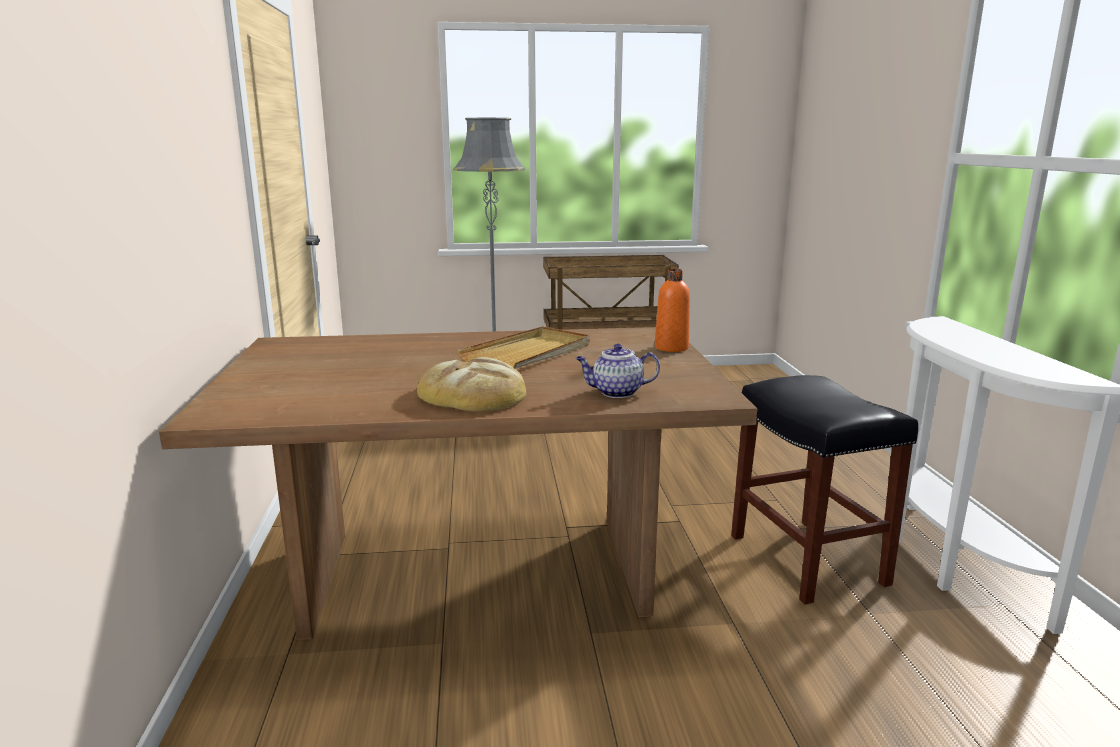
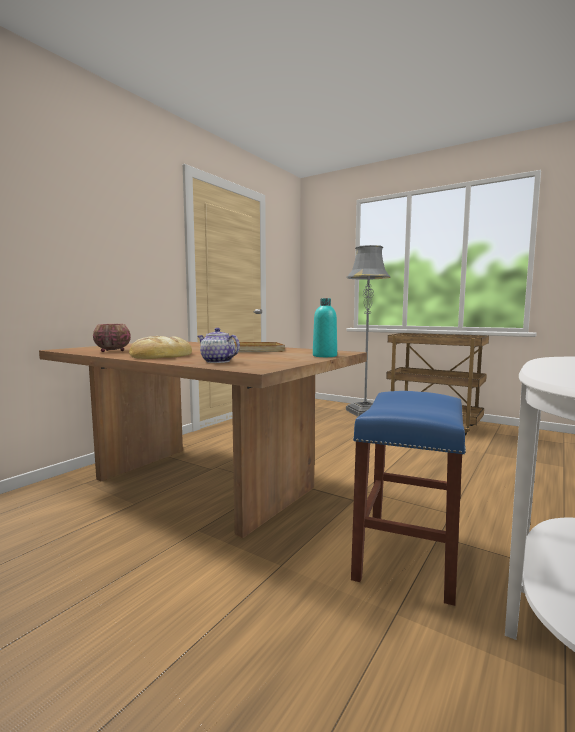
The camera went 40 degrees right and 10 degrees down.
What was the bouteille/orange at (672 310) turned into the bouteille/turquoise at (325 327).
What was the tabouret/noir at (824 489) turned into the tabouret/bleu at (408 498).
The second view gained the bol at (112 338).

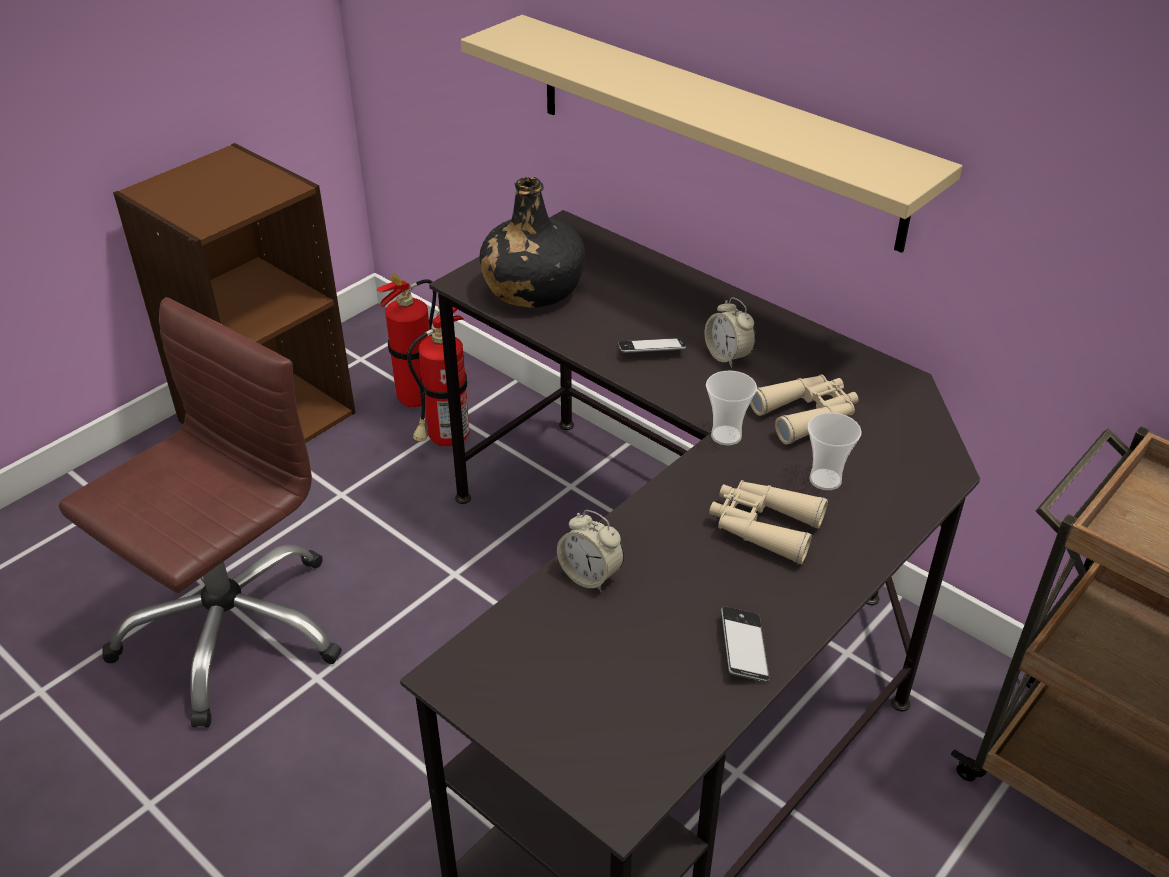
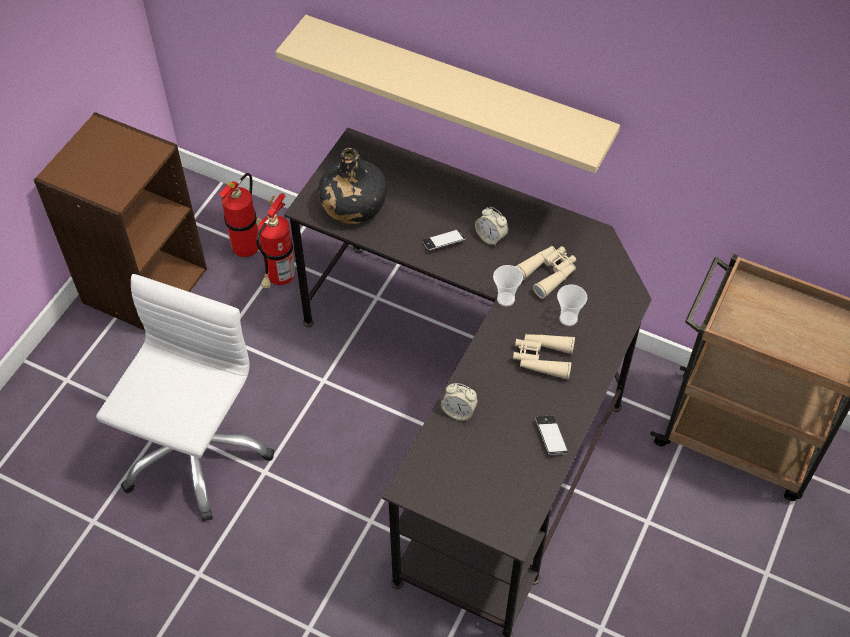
The camera went 15 degrees left and 15 degrees up.
What was the chaise de bureau/marron at (200 512) turned into the chaise de bureau/blanc at (185 398).

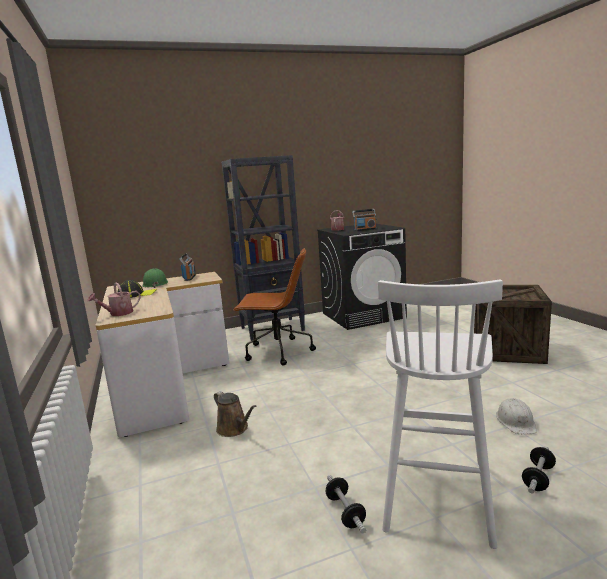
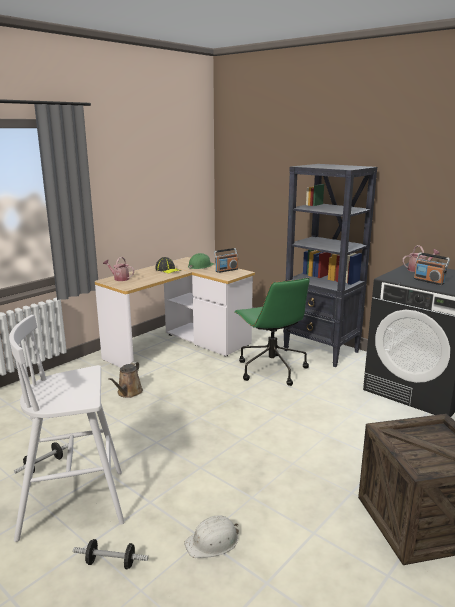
The camera went 60 degrees right and 5 degrees up.
What was the chaise de bureau/marron at (274 306) turned into the chaise de bureau/vert at (272 332).

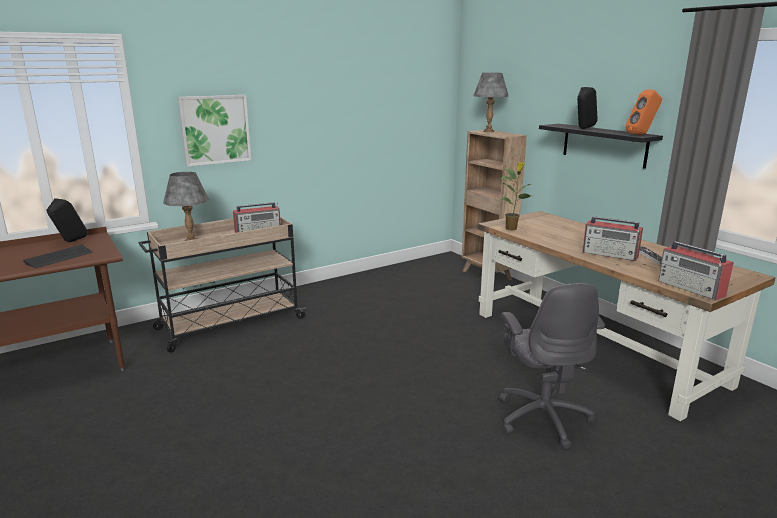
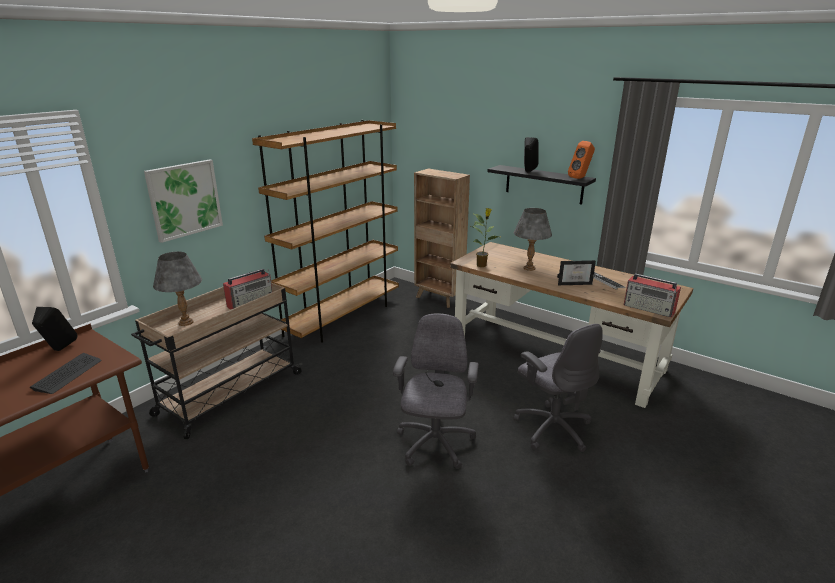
The camera went 20 degrees left and 5 degrees up.
The lampe de table/gris ended up elsewhere, having gone from (490 102) to (533 239).
Where the radio stood at (612 238), the cadre photo came to stand at (576 272).
The second view gained the bibliothèque/marron at (325 231).
The second view gained the chaise de bureau/gris at (436 391).

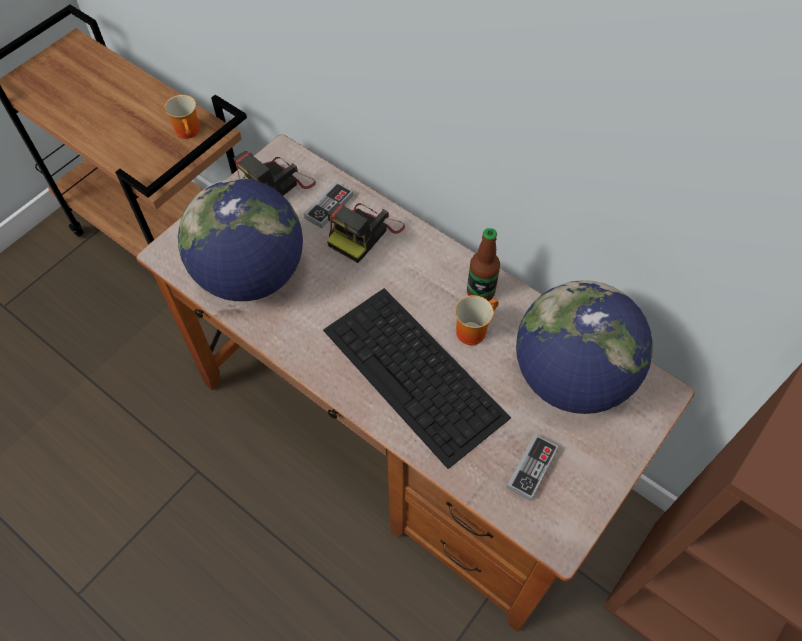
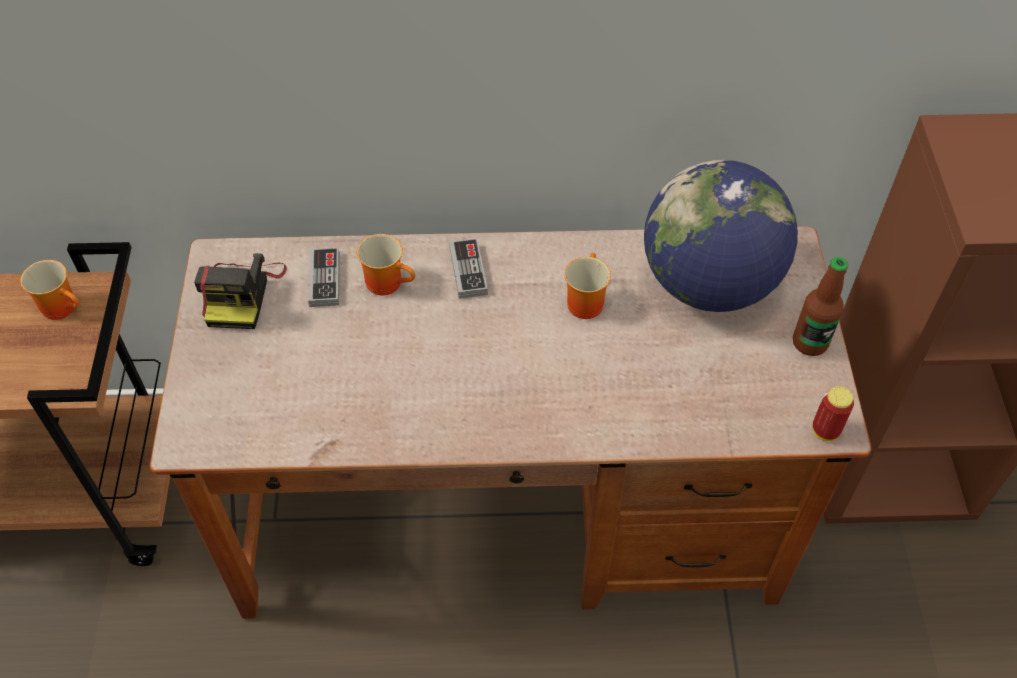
The camera went 40 degrees left and 5 degrees down.
The second view lost the globe at (240 239).
Where the appareil photo stood at (366 233), the mug came to stand at (386 264).
The bouteille ended up elsewhere, having gone from (483 264) to (820 306).
The second view lost the clavier at (417 378).
The manette ended up elsewhere, having gone from (532 467) to (468 268).
The second view gained the boîte métallique at (833 413).

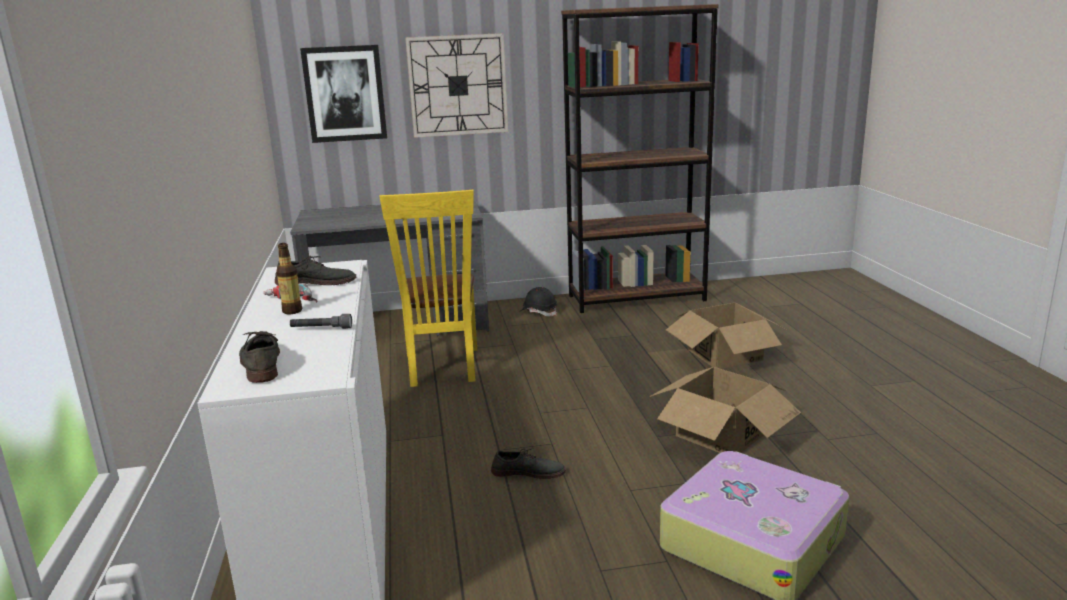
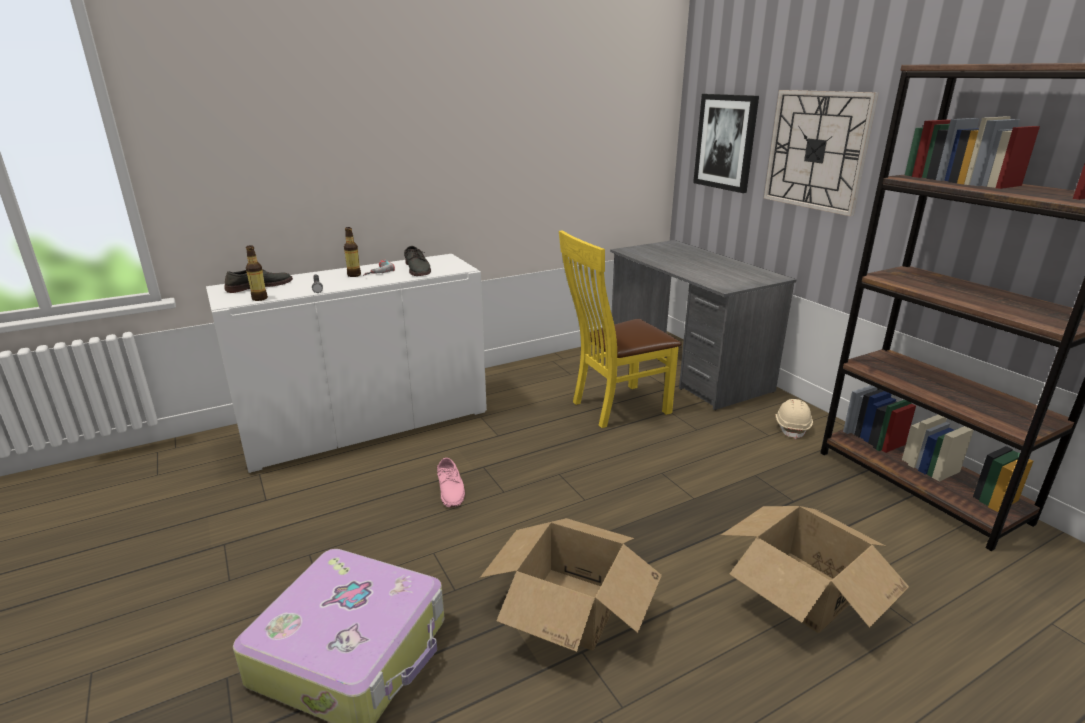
The camera went 70 degrees right and 5 degrees up.
What was the casque de chantier/noir at (539 302) turned into the casque de chantier/beige at (794 419).
What was the chaussure/gris at (528 463) turned into the chaussure/rose at (451 482).
The second view gained the bouteille at (257 273).

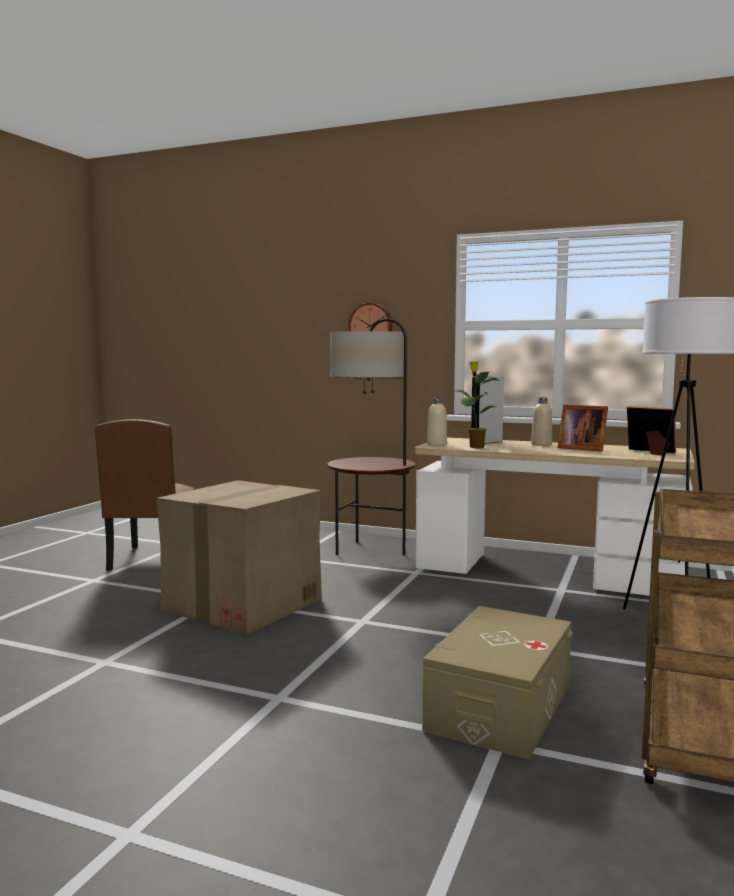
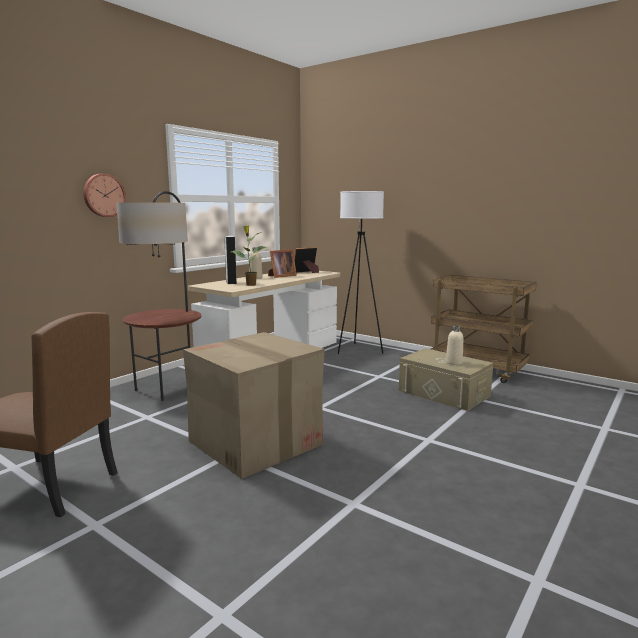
The camera went 75 degrees left and 5 degrees up.
The bouteille/beige ended up elsewhere, having gone from (437 421) to (454 345).

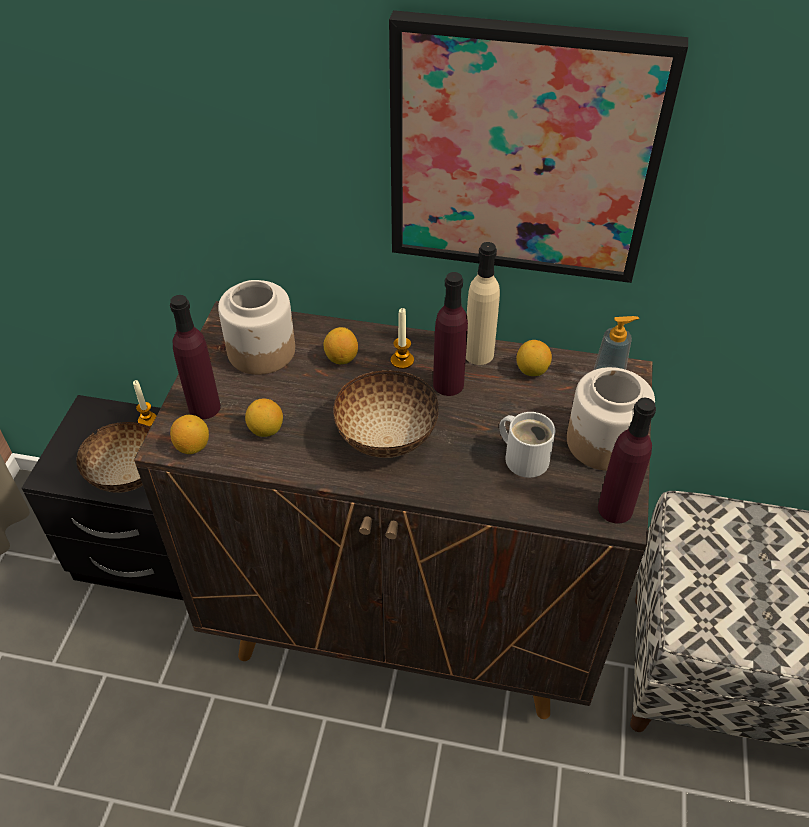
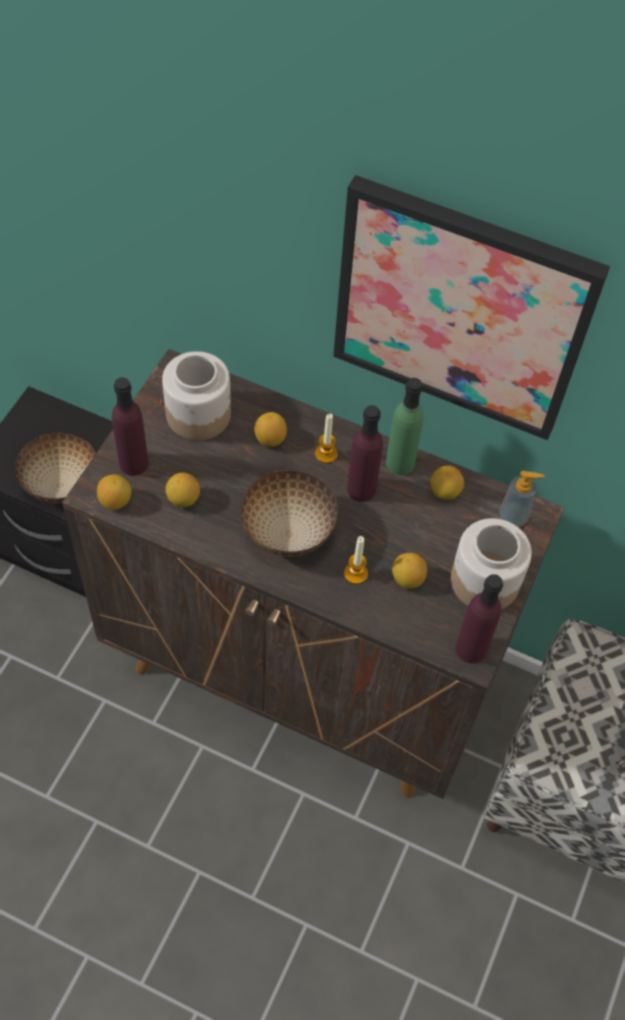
The camera went 10 degrees right and 10 degrees up.
What was the bouteille/beige at (483 303) turned into the bouteille/vert at (404 426).
The bougie ended up elsewhere, having gone from (145 403) to (356 560).
Where the mug/blanc stood at (527 445), the citron came to stand at (409 571).

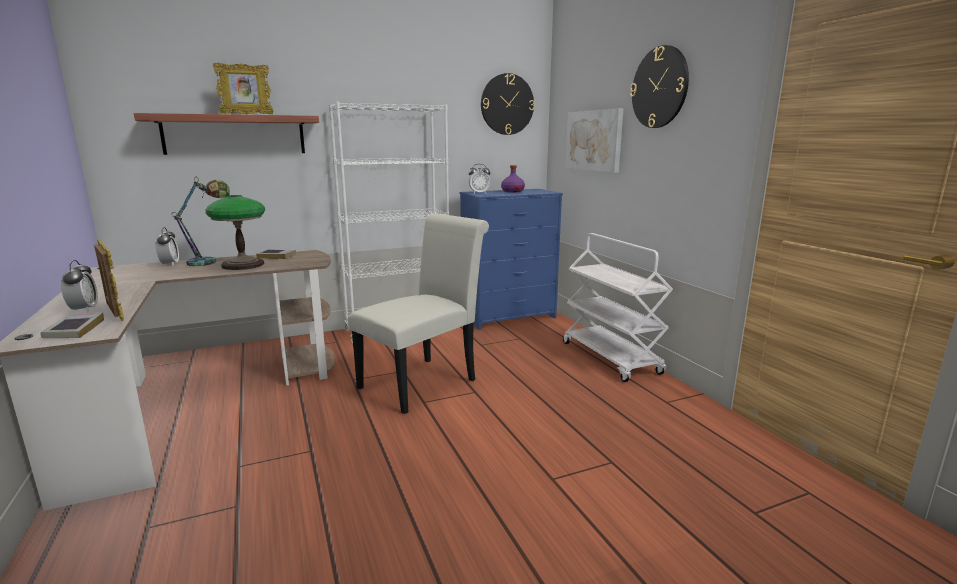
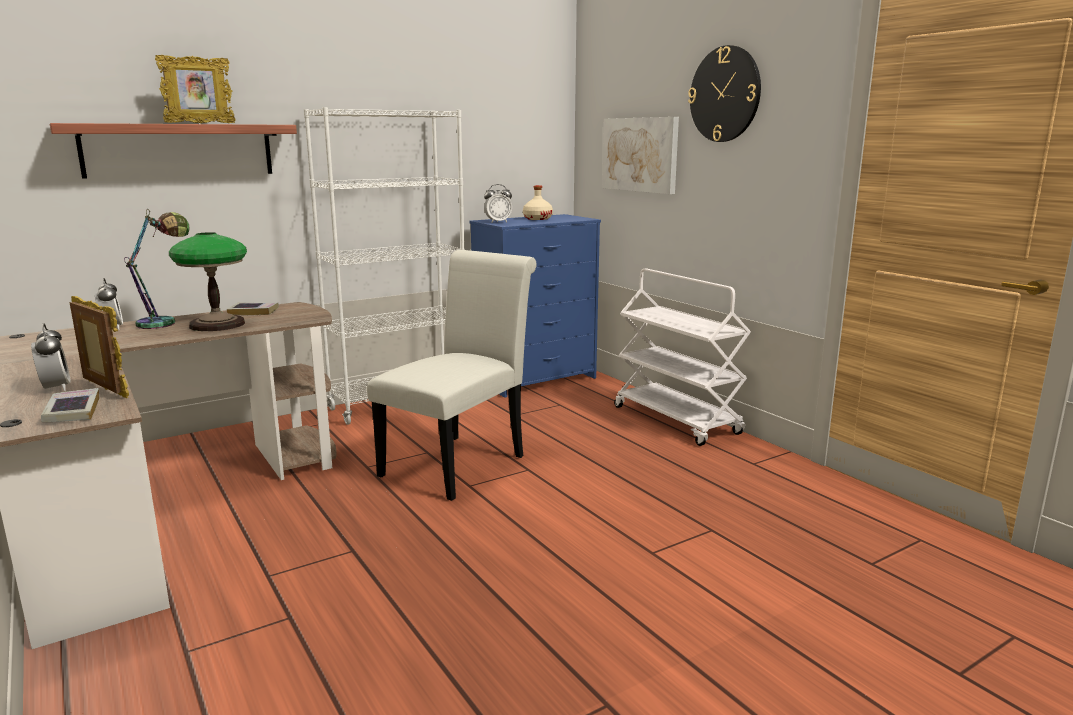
The camera went 10 degrees left and 0 degrees up.
The second view lost the horloge murale at (507 104).
What was the bouteille/violet at (513 178) turned into the bouteille/beige at (538 202).

